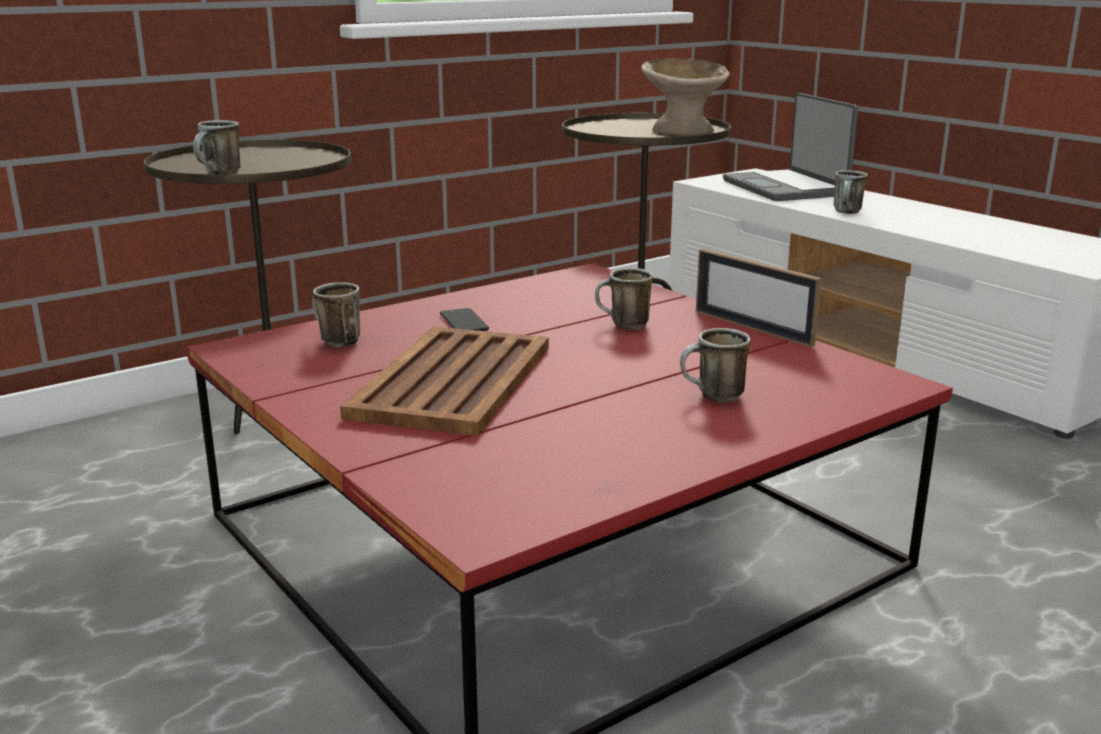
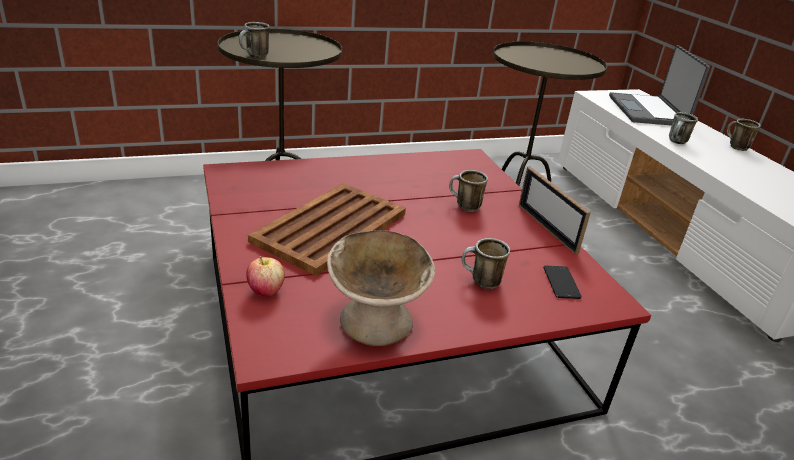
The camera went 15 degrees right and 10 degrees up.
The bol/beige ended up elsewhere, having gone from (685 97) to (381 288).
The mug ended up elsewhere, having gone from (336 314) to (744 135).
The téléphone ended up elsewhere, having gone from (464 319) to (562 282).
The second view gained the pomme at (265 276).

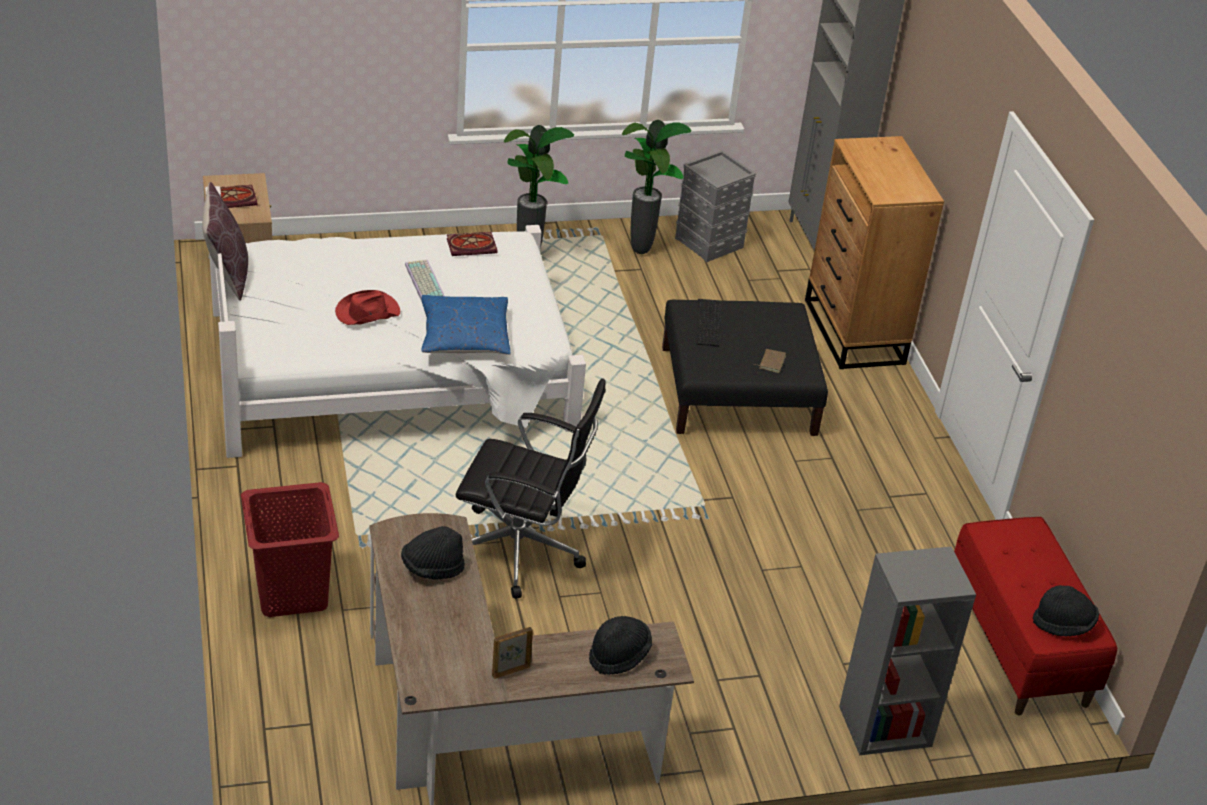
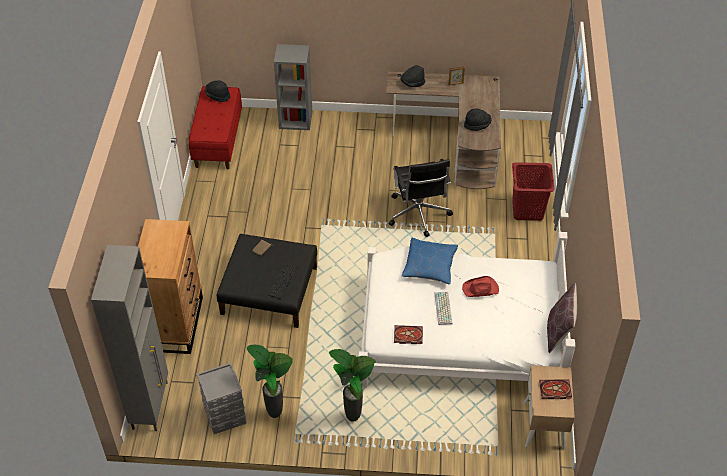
The camera went 160 degrees left and 10 degrees up.
The chaise de bureau/noir at (531 488) ended up facing another way, 135 degrees counterclockwise from before.

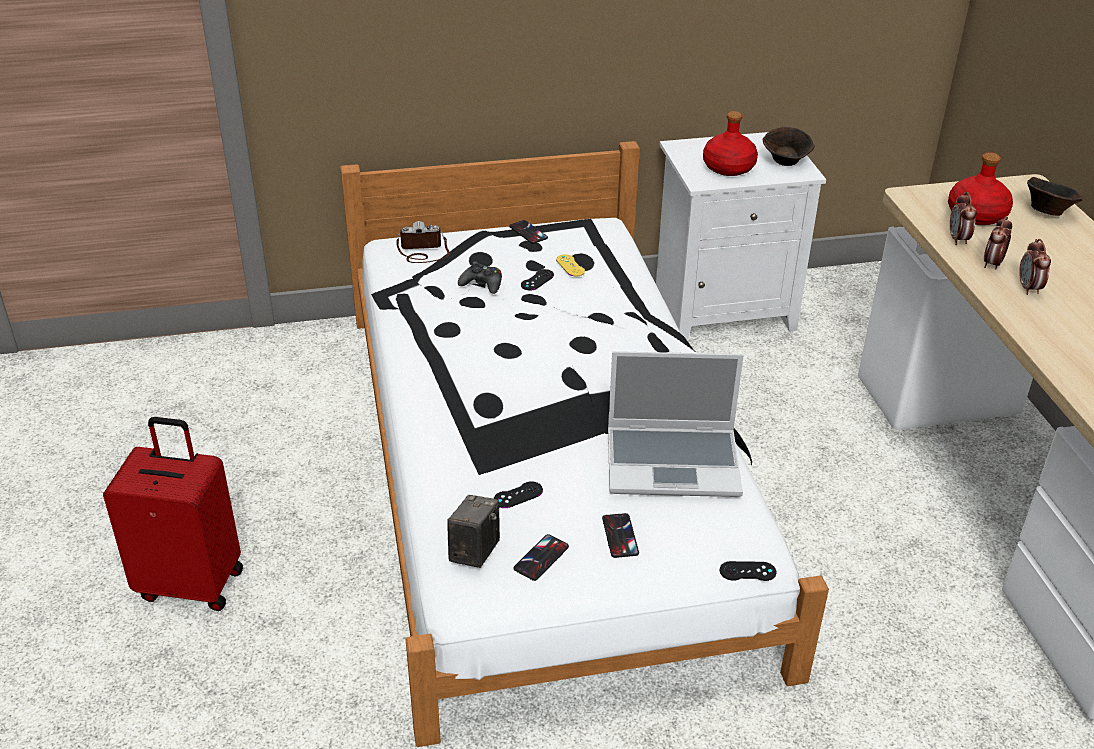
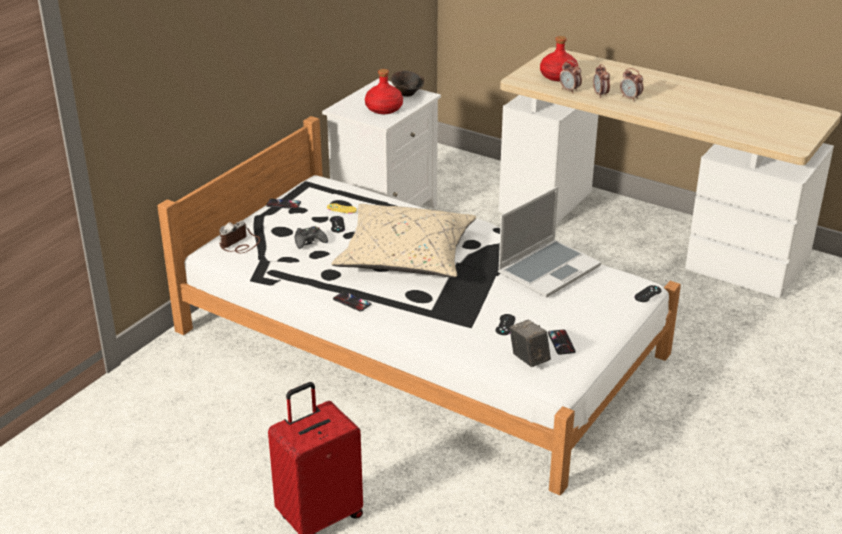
The camera went 45 degrees left and 5 degrees down.
The second view lost the bol/marron at (1054 196).
The téléphone ended up elsewhere, having gone from (620 535) to (352 301).
The second view gained the coussin/beige at (403 241).

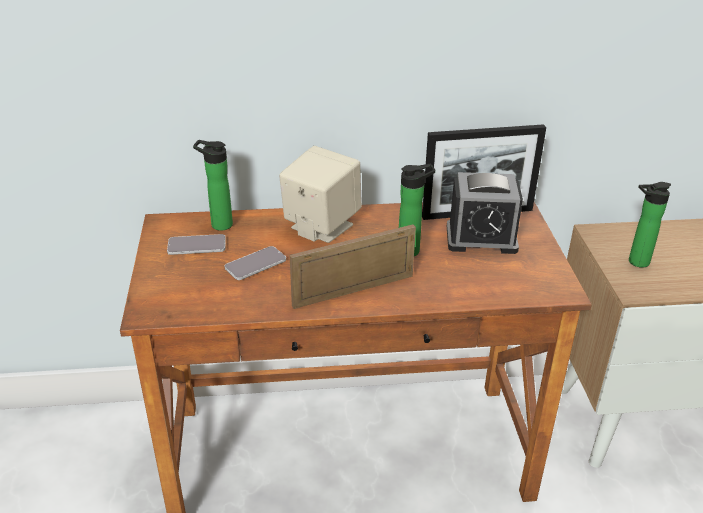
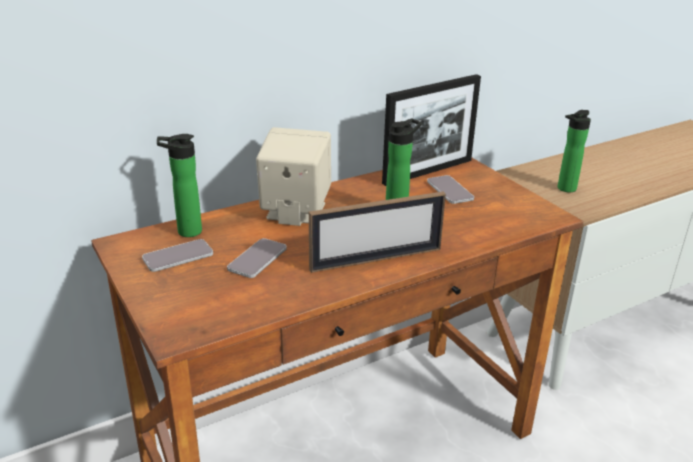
The camera went 25 degrees left and 5 degrees down.
Where the réveil stood at (485 213), the téléphone came to stand at (450 189).
The cadre photo at (353 266) ended up facing another way, 150 degrees counterclockwise from before.

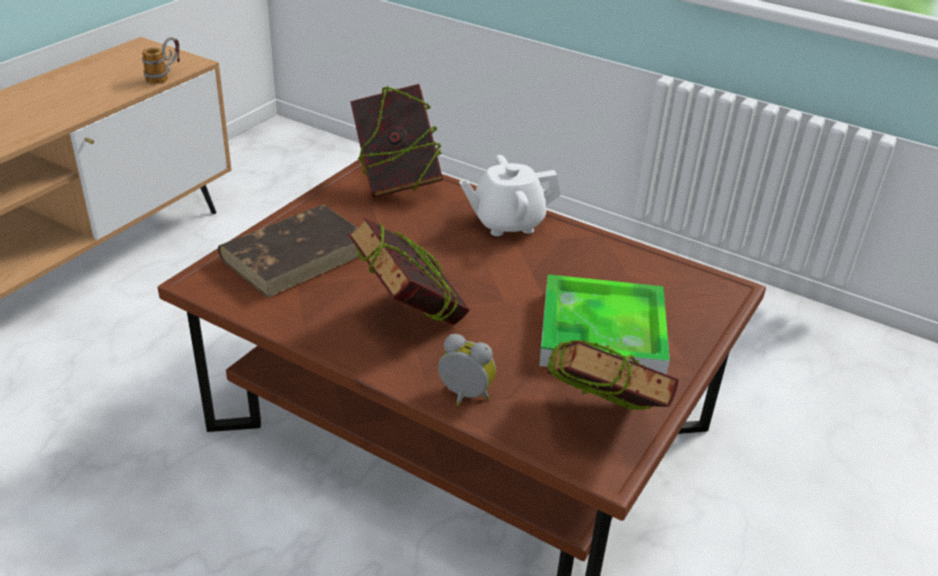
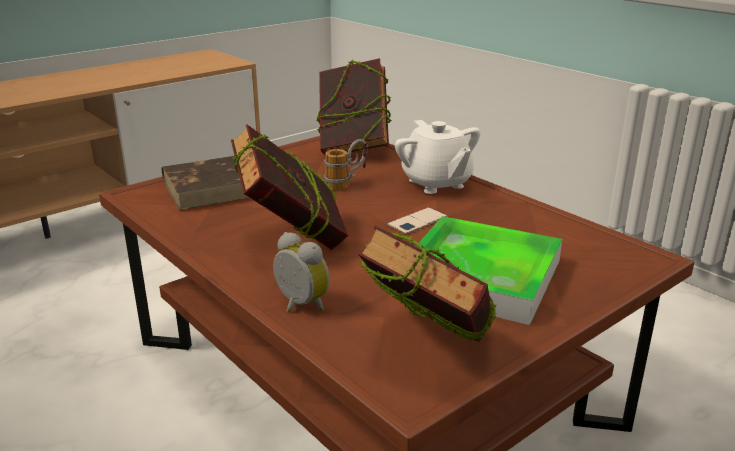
The camera went 20 degrees right and 10 degrees down.
The mug ended up elsewhere, having gone from (161 60) to (346 164).
The théière/blanc at (509 195) ended up facing another way, 120 degrees counterclockwise from before.
The second view gained the téléphone at (417 221).

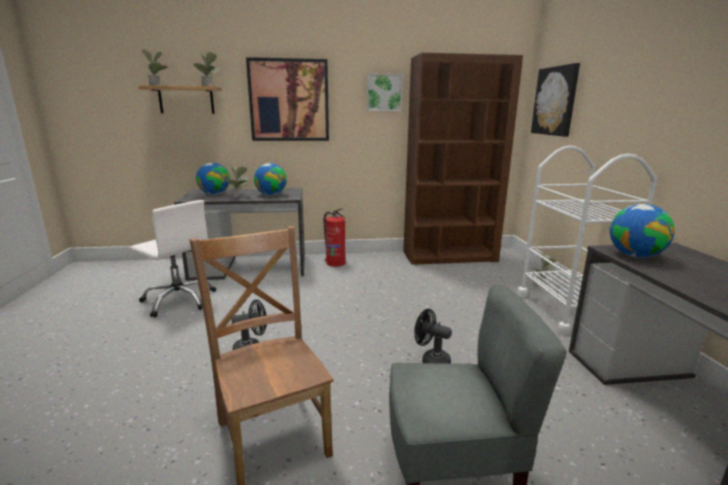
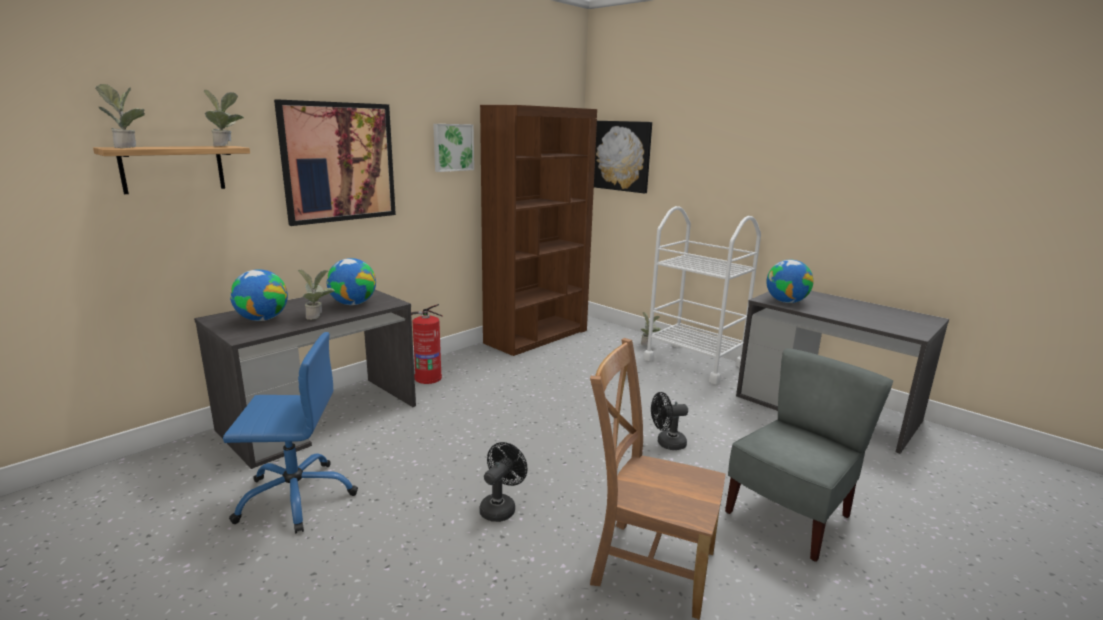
The camera went 40 degrees left and 0 degrees up.
What was the chaise de bureau/blanc at (173 258) turned into the chaise de bureau/bleu at (290 433).

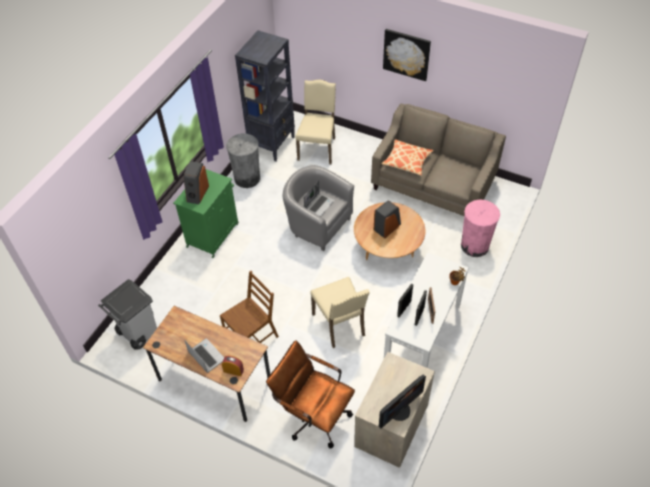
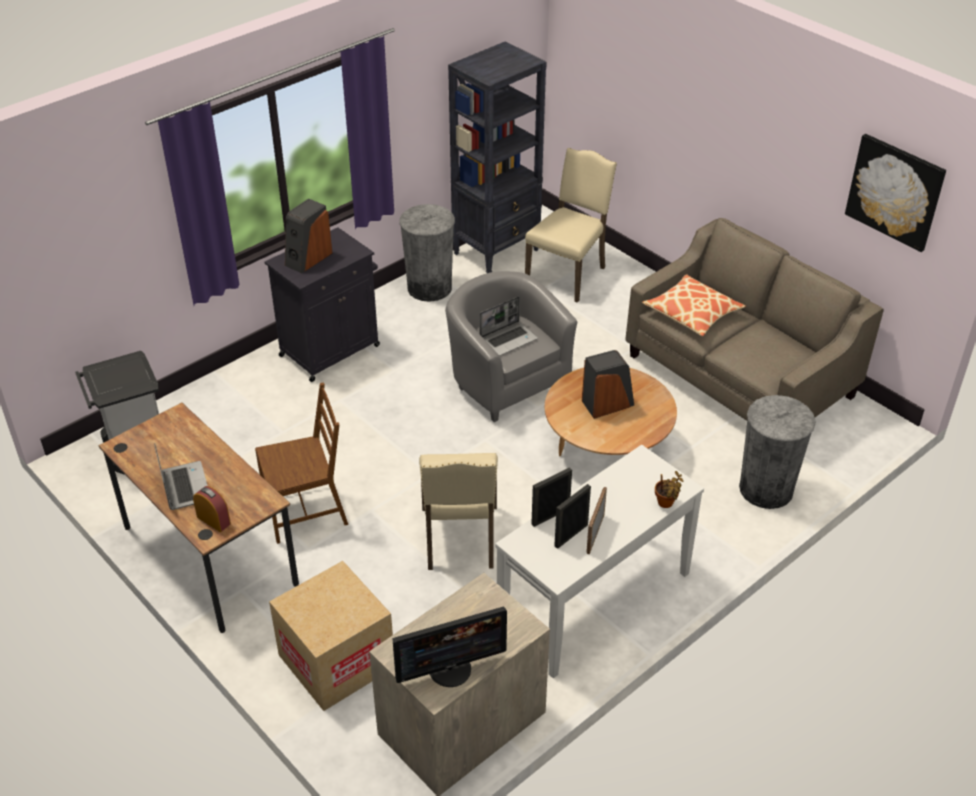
The camera went 20 degrees right and 10 degrees down.
The tableau ended up elsewhere, having gone from (407 55) to (895 193).
What was the meuble de rangement/vert at (206 213) turned into the meuble de rangement/noir at (322 304).
What was the poubelle/rose at (480 228) turned into the poubelle/gris at (777 452).
Where the chaise de bureau/marron stood at (310 394), the carton came to stand at (331 636).

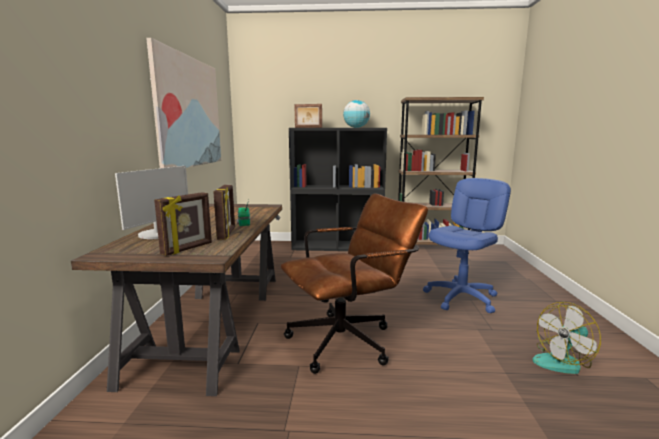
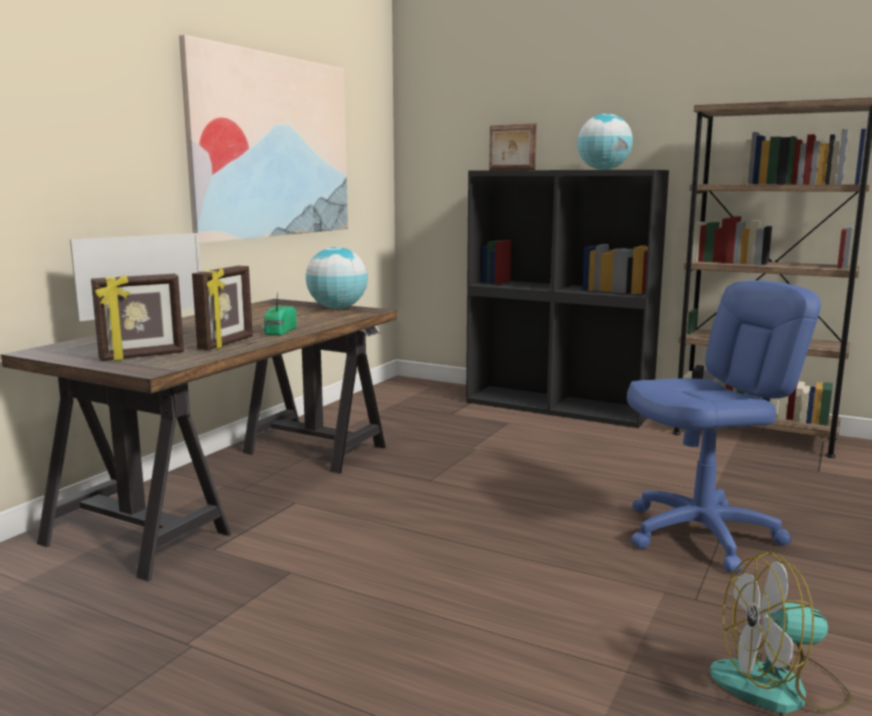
The camera went 25 degrees right and 0 degrees up.
The second view lost the chaise de bureau/marron at (354 283).
The second view gained the globe at (337 278).

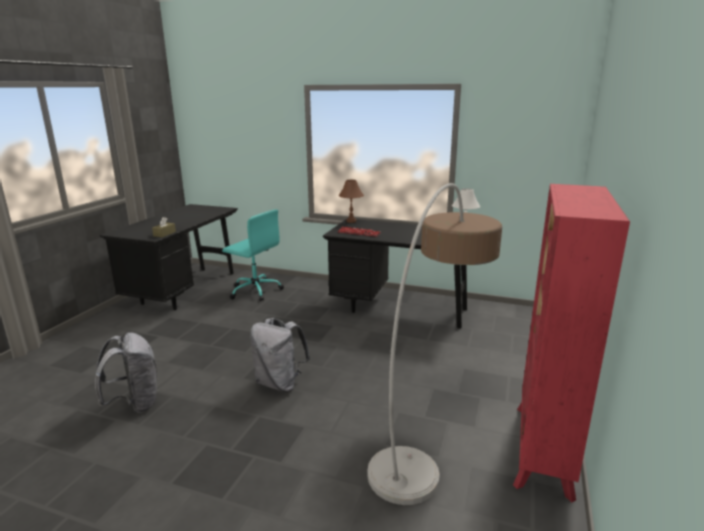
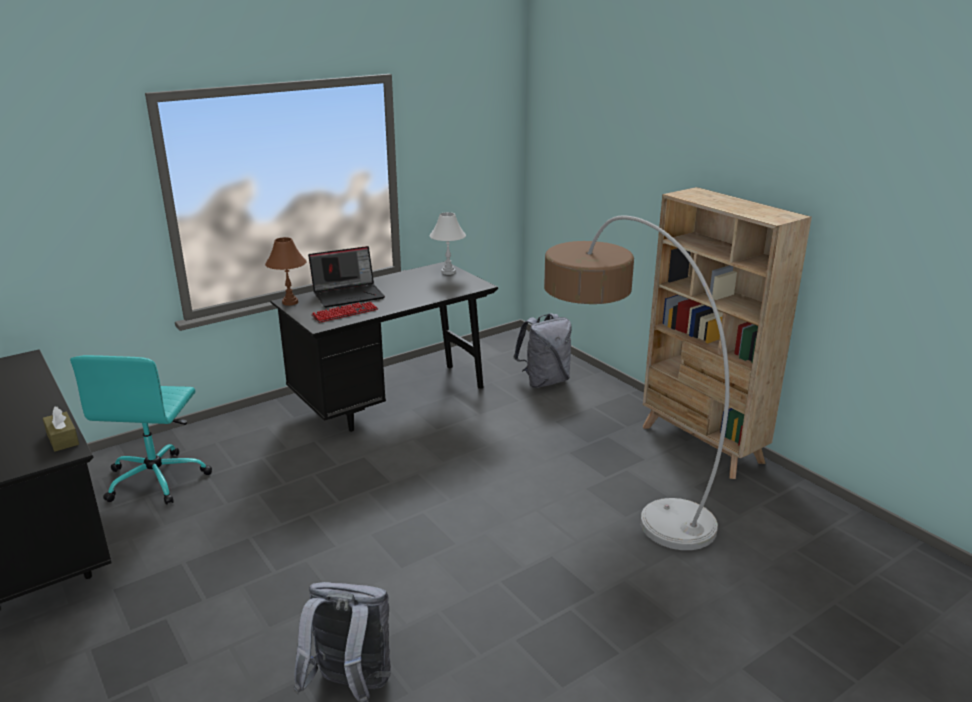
The camera went 55 degrees left and 5 degrees up.
What was the bibliothèque/rouge at (571 343) turned into the bibliothèque/beige at (727 333).
The chaise de bureau/turquoise at (253 255) ended up facing another way, 120 degrees clockwise from before.
The sac à dos/gris ended up elsewhere, having gone from (280 355) to (542 350).
The second view gained the ordinateur portable at (346 277).

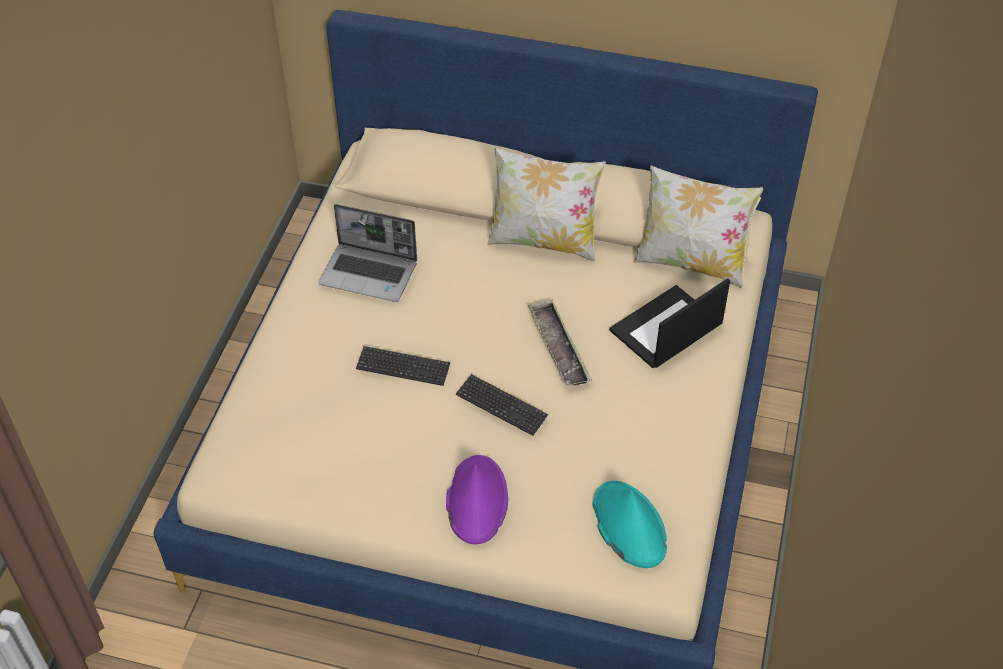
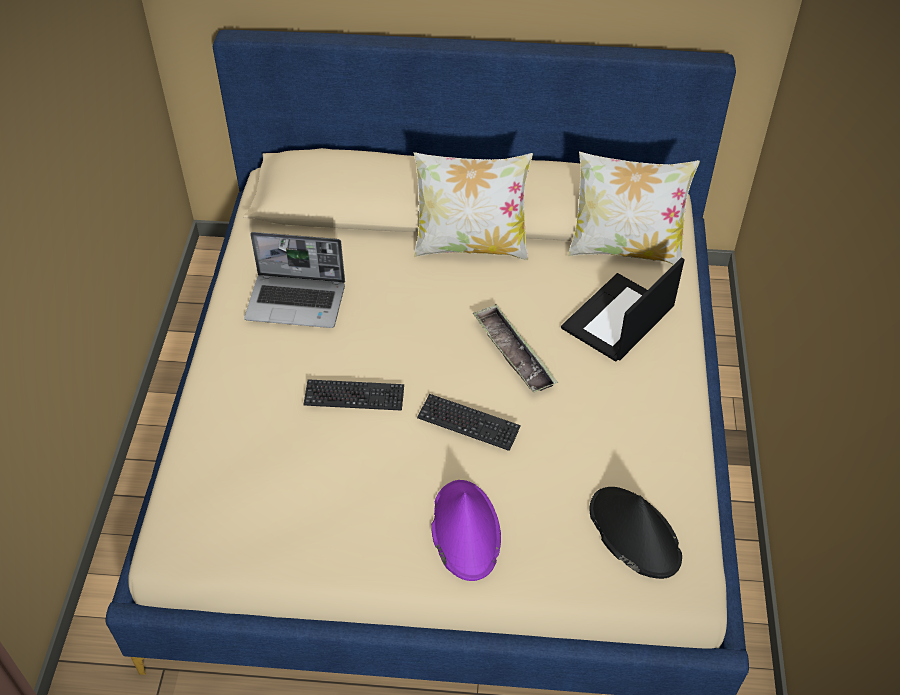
The camera went 10 degrees left and 0 degrees up.
What was the chapeau/turquoise at (630 524) turned into the chapeau/noir at (636 533).

